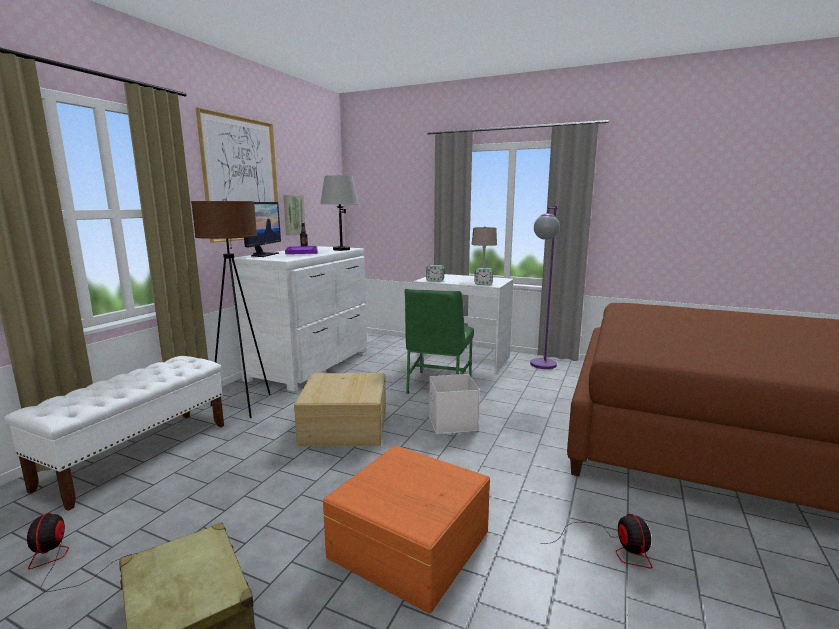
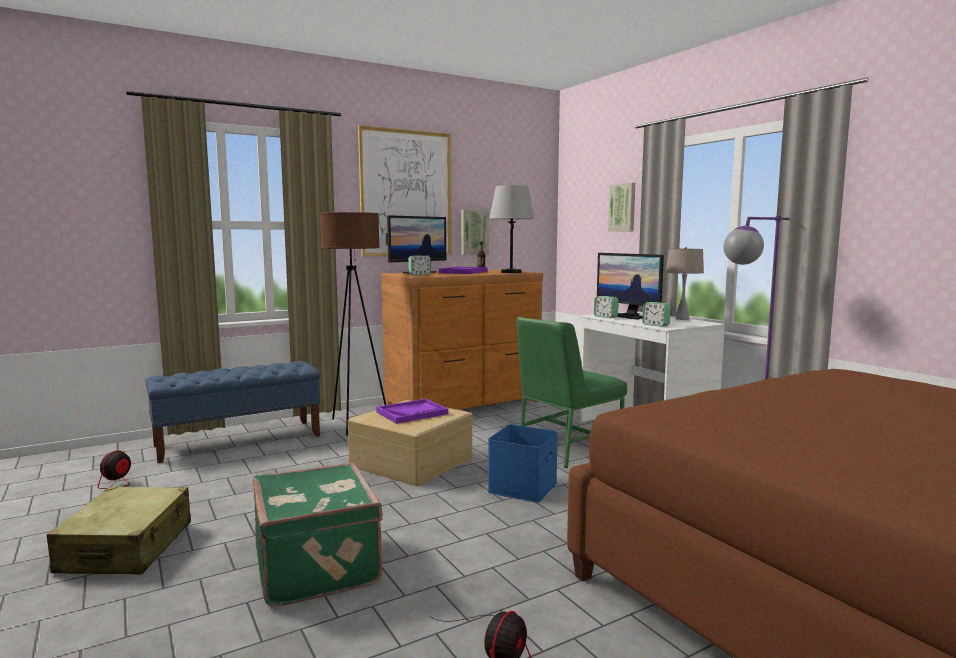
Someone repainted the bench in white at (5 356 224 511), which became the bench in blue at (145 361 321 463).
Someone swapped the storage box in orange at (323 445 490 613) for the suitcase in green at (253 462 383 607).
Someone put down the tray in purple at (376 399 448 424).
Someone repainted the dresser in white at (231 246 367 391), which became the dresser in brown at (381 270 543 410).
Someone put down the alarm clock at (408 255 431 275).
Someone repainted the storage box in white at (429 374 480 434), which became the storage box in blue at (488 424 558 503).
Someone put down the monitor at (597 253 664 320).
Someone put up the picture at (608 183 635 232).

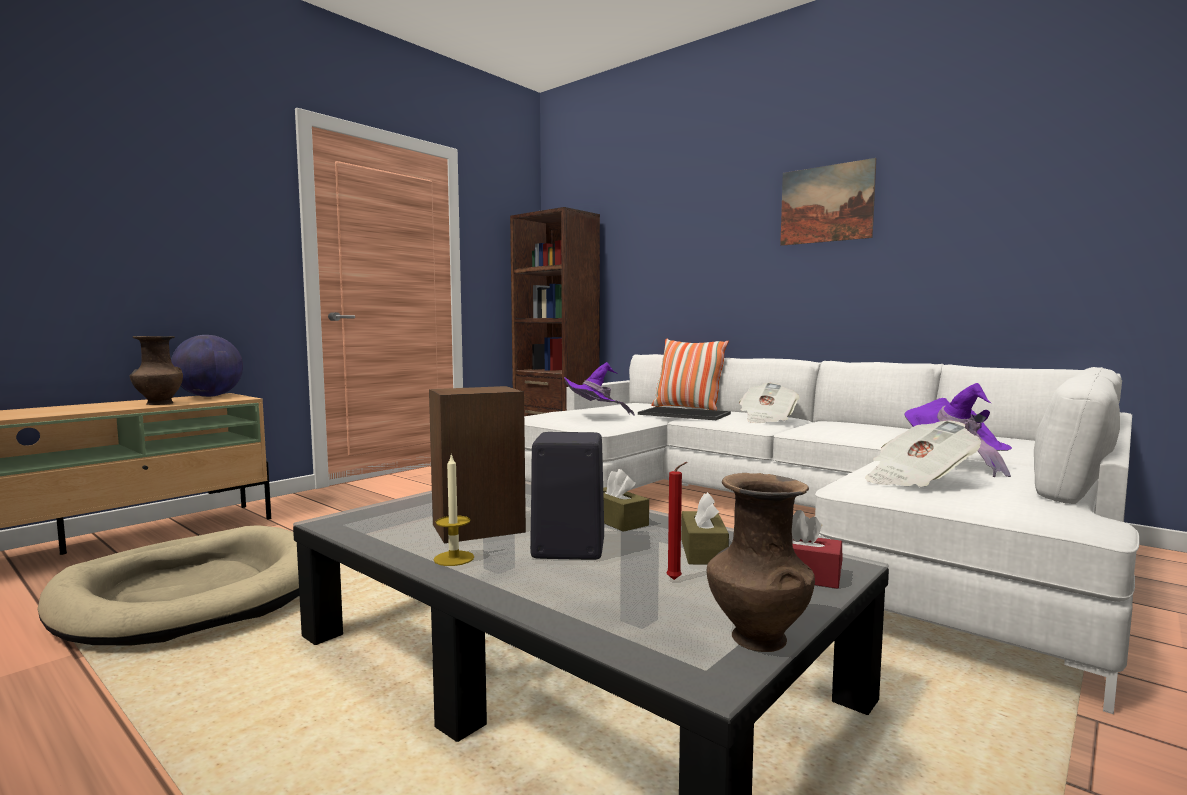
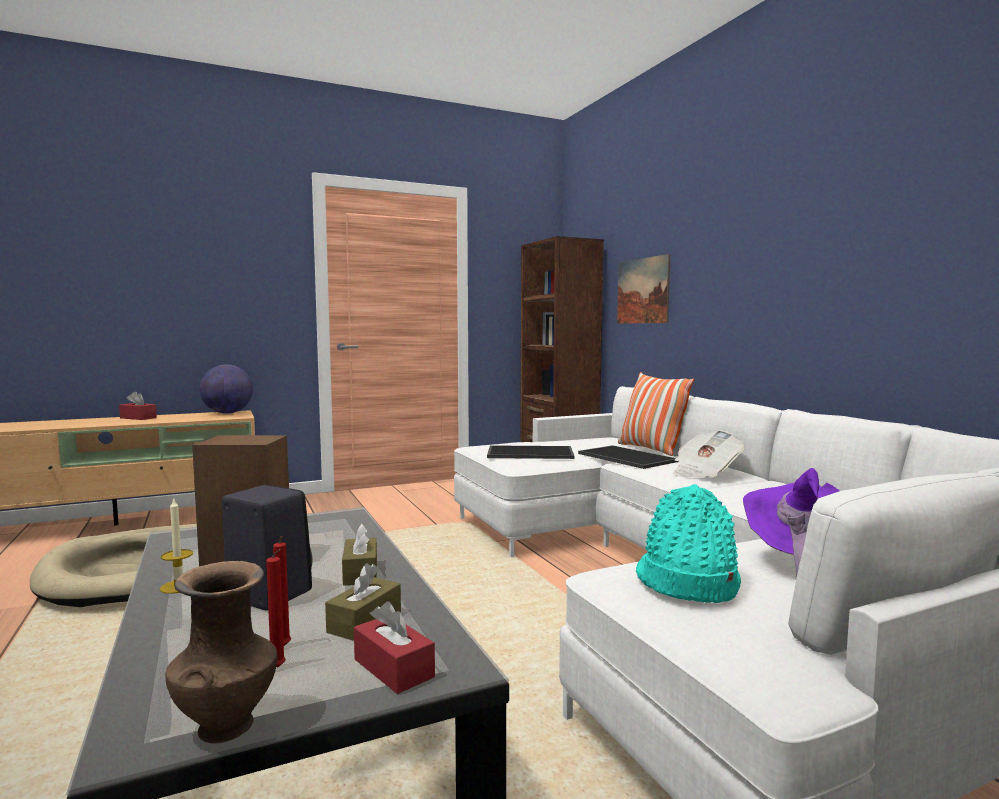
Someone put down the tissue box in red at (119 391 157 420).
Someone put down the candle in red at (266 549 286 667).
Someone swapped the hat in purple at (563 362 635 416) for the tray at (487 445 575 459).
Someone carried the picture from (780 158 876 246) to (617 254 670 324).
Someone swapped the newspaper at (865 421 981 487) for the hat in turquoise at (636 484 741 603).
Someone took away the vase in brown at (130 336 183 405).

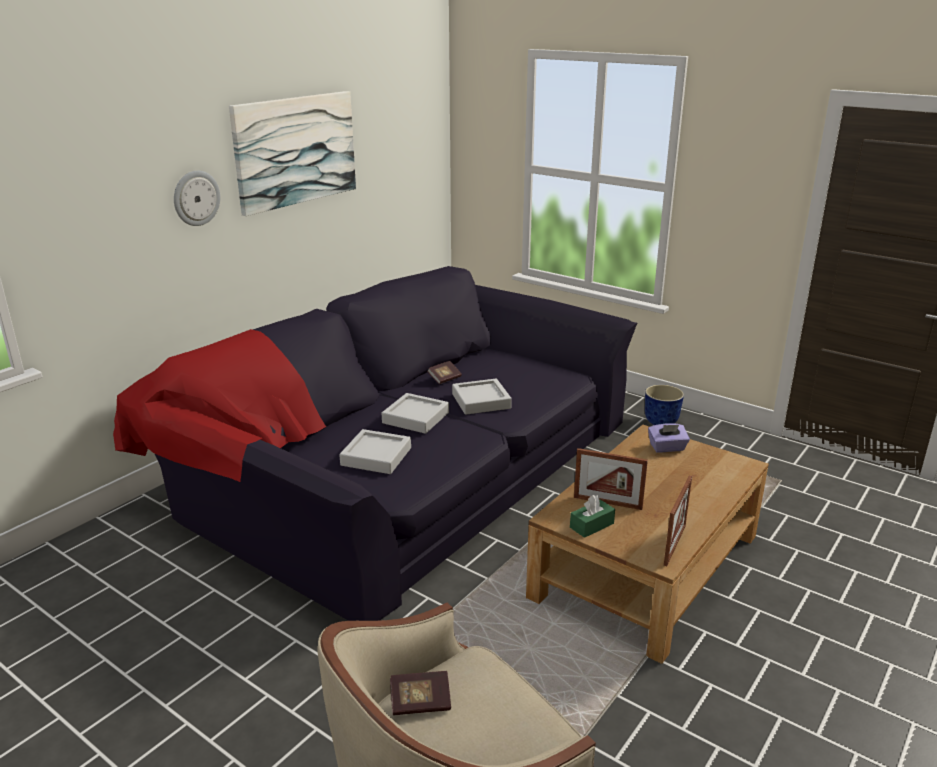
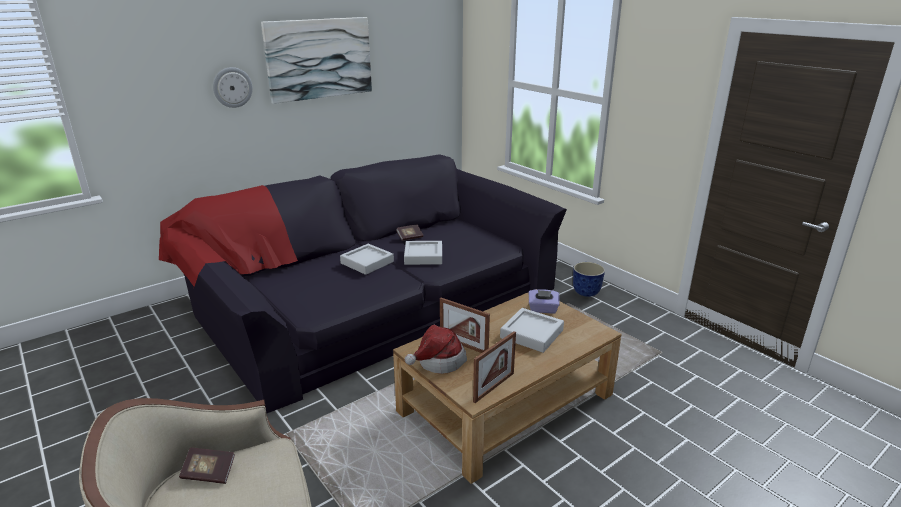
Someone swapped the tissue box in green at (570 495 615 538) for the hat at (405 325 467 374).
Someone carried the tray in grey from (340 429 411 474) to (500 308 564 353).

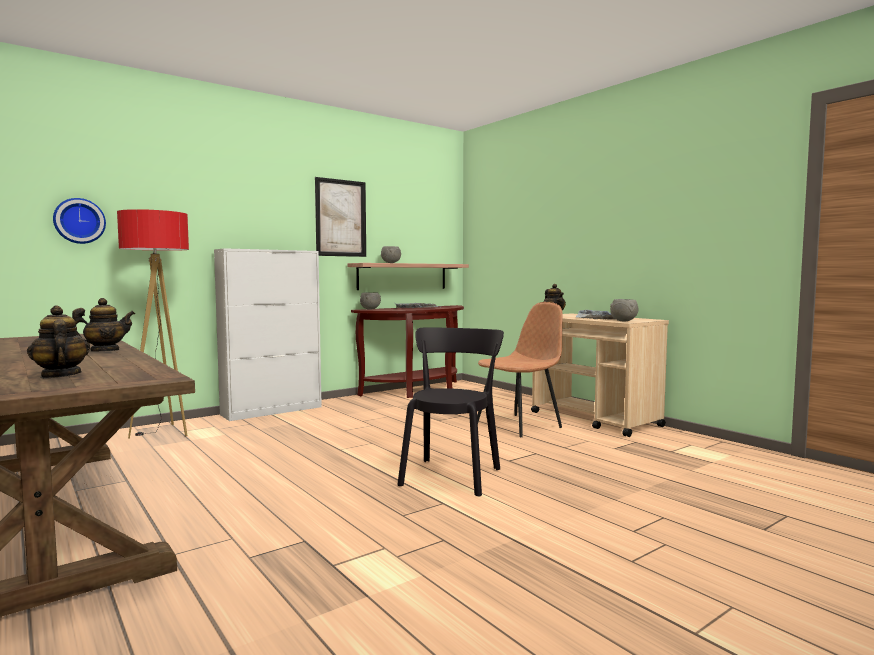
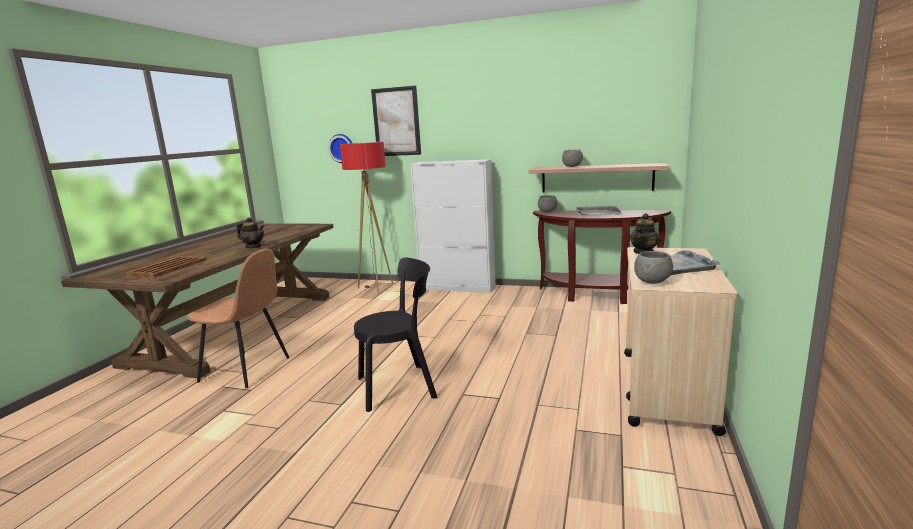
Someone swapped the teapot at (27 306 90 378) for the tray in brown at (126 256 207 278).
Someone carried the chair in brown from (477 302 563 437) to (187 249 289 388).
Someone carried the picture from (315 177 366 257) to (371 86 421 156).

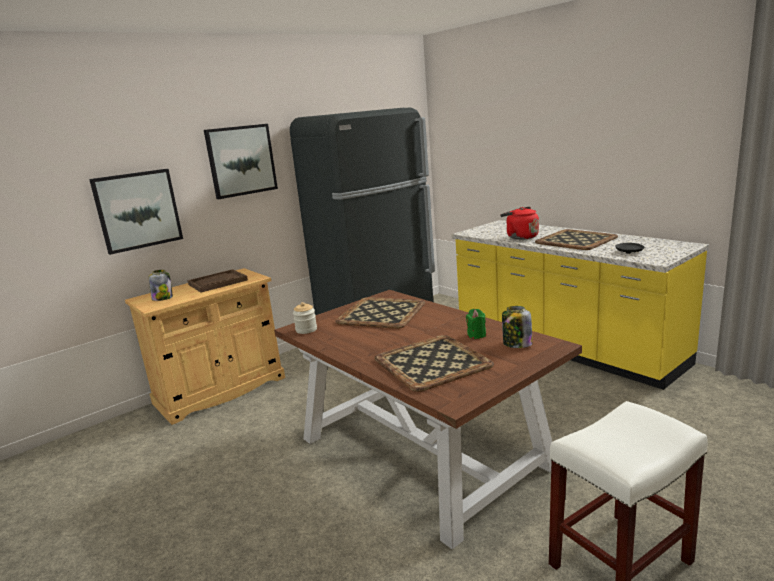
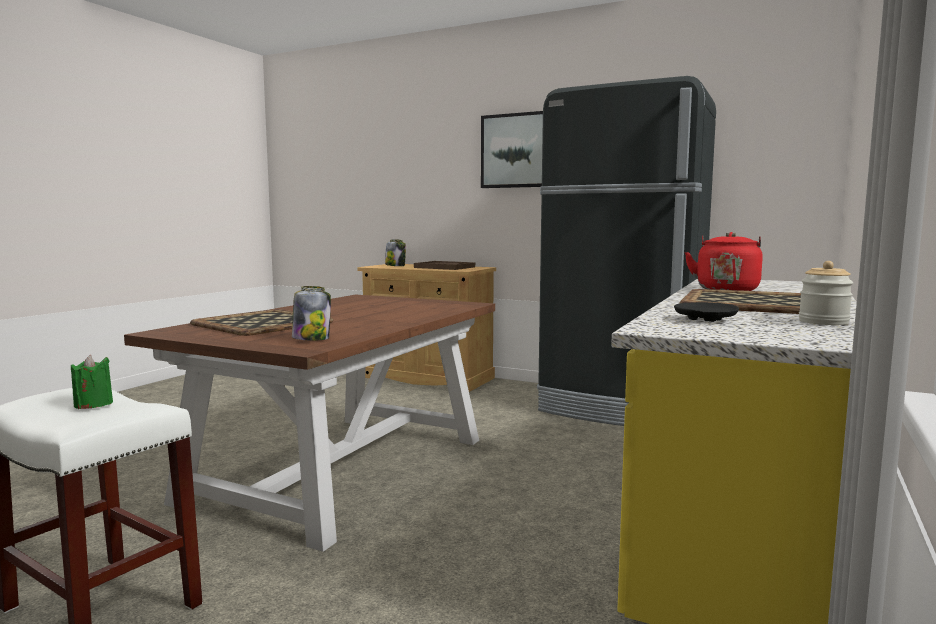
Someone carried the candle in green from (466 309 486 339) to (71 355 113 409).
Someone carried the jar from (293 302 317 334) to (799 261 853 325).
Someone took away the picture at (89 169 183 255).
Someone took away the tray at (335 297 425 329).

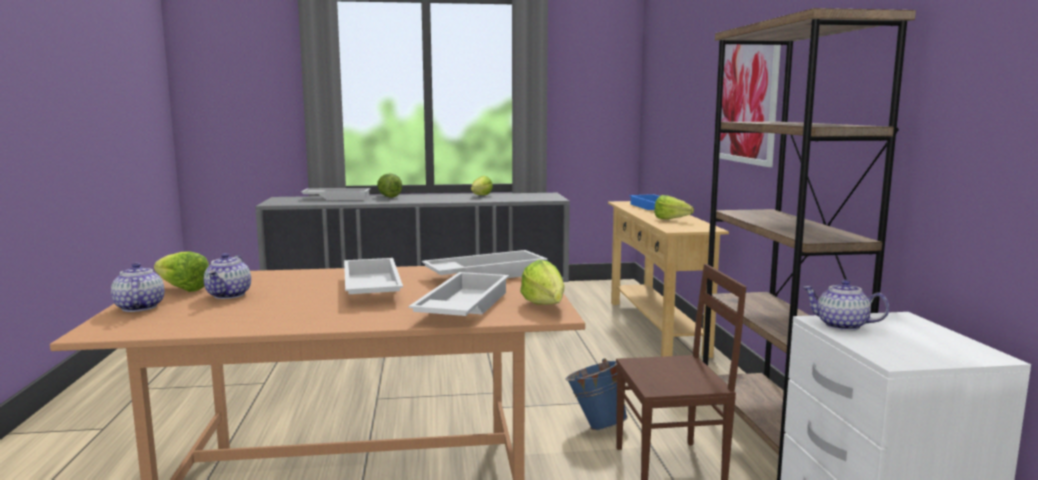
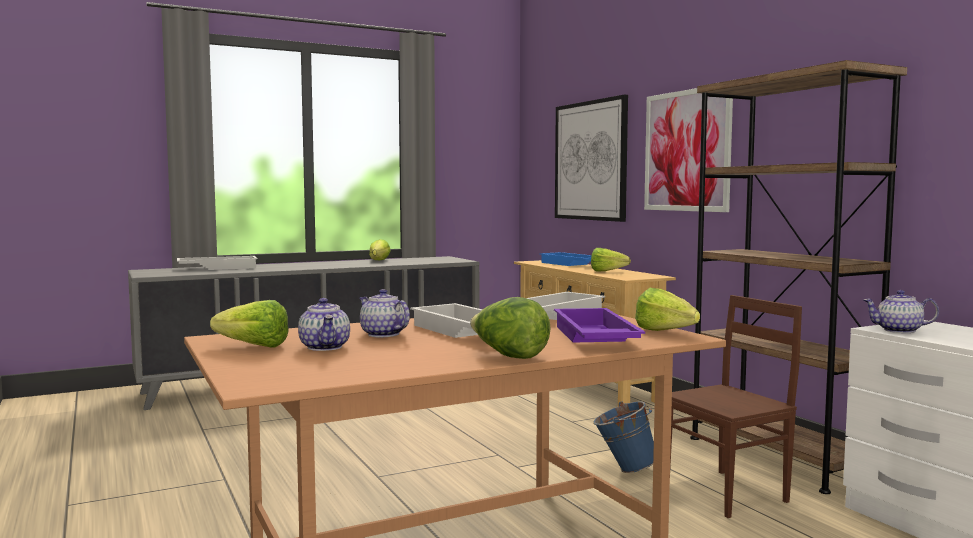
Someone carried the teapot from (111 263 164 312) to (359 289 410 337).
Someone carried the lettuce from (377 173 402 198) to (470 297 551 359).
Someone repainted the tray in white at (409 272 509 316), which became the tray in purple at (554 308 645 343).
Someone put up the picture at (555 95 628 222).

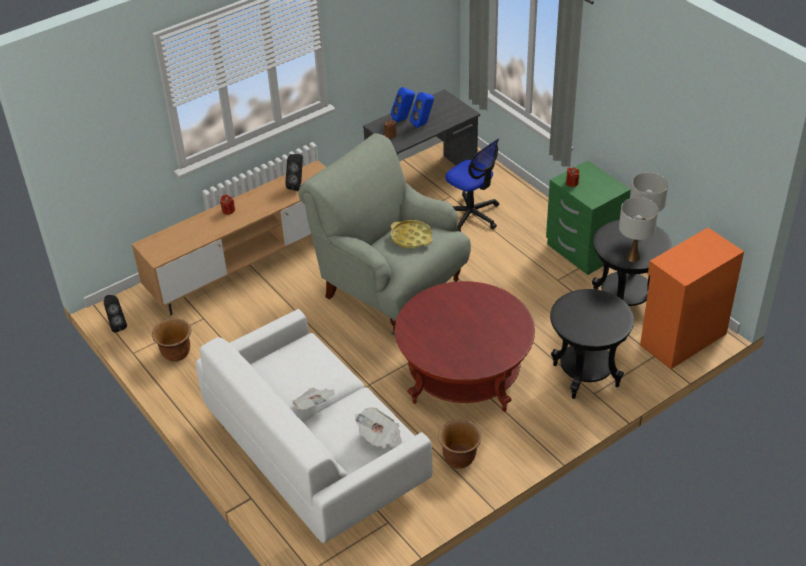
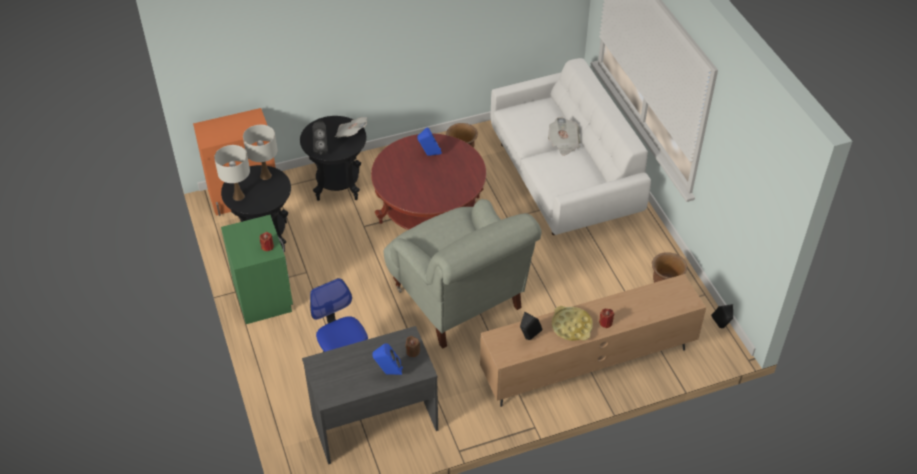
Someone put down the speaker in black at (313 120 328 155).
Someone carried the newspaper from (355 407 402 448) to (335 117 367 137).
Someone carried the speaker in blue from (410 92 434 128) to (418 128 442 156).
Someone carried the tray in yellow from (391 220 432 248) to (552 306 593 341).

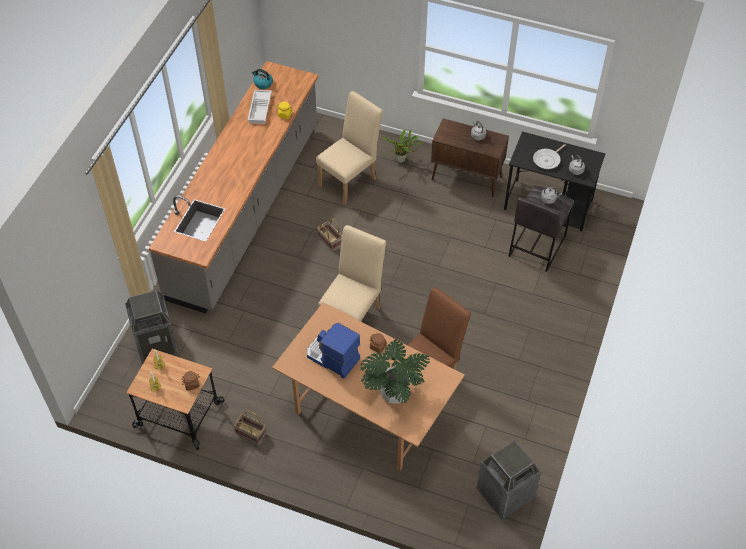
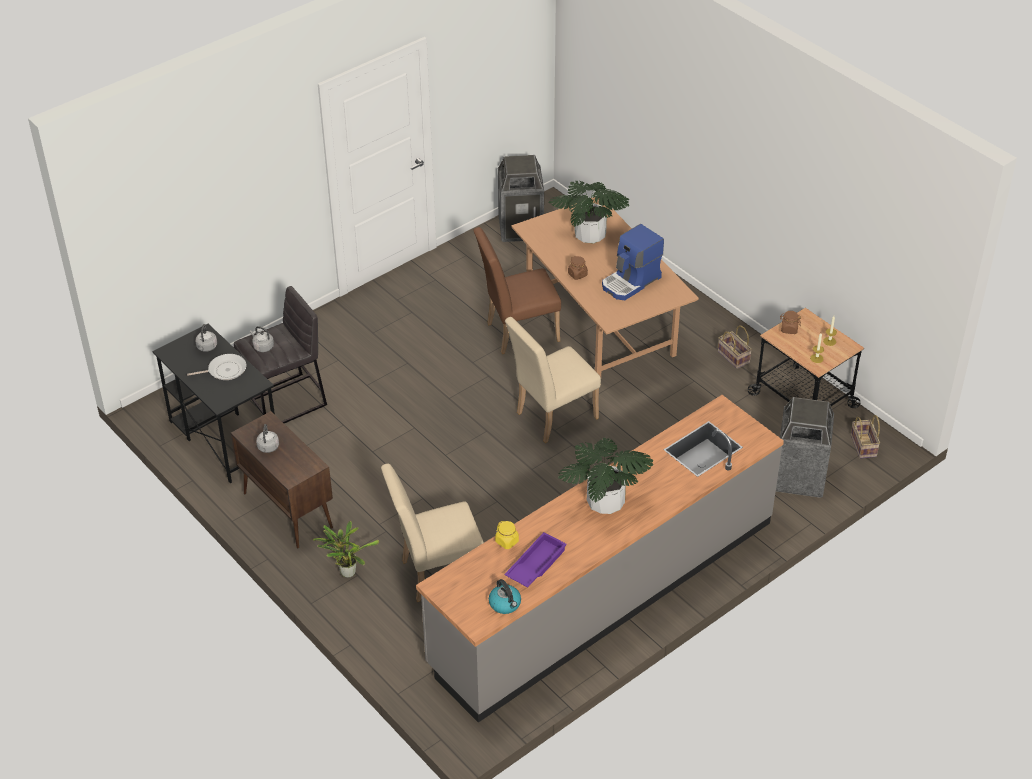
Someone repainted the tray in white at (248 89 272 124), which became the tray in purple at (504 532 567 588).
Someone put down the potted plant at (558 438 654 514).
Someone rotated the coffee machine at (307 323 360 378) by 75 degrees clockwise.
Someone carried the basket from (317 219 342 251) to (851 415 880 459).

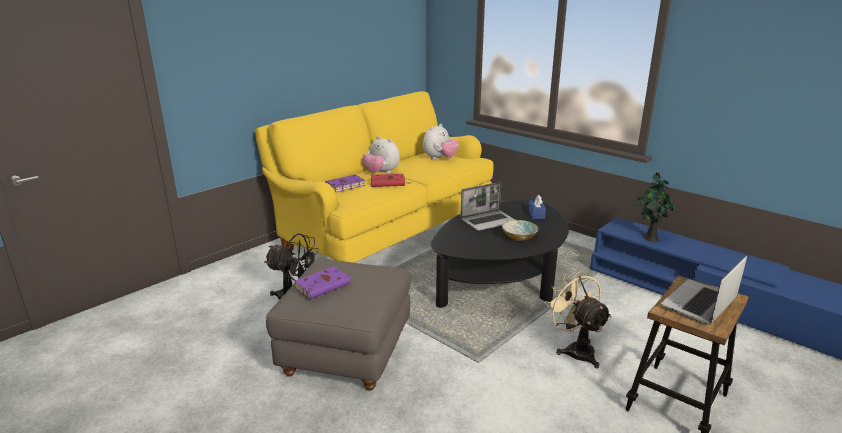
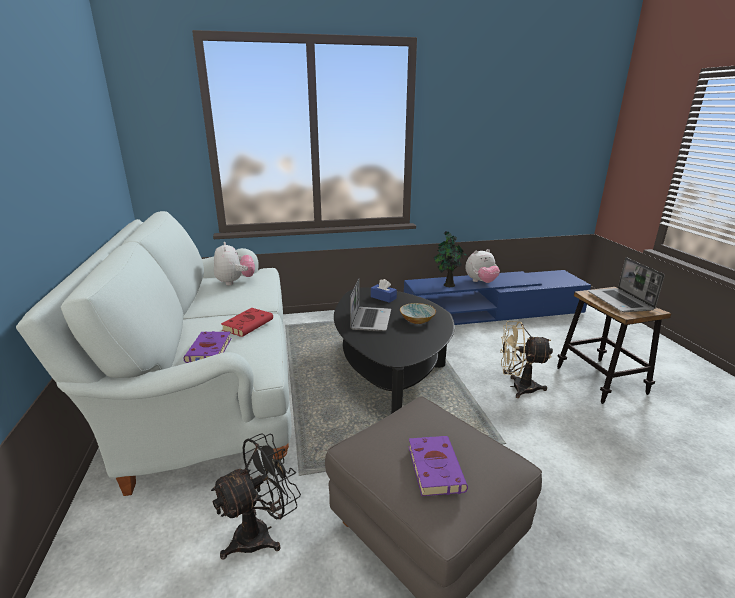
Someone repainted the sofa in yellow at (255 91 494 263), which became the sofa in white at (16 211 292 496).
Someone carried the plush toy from (362 136 400 174) to (465 249 500 283).

